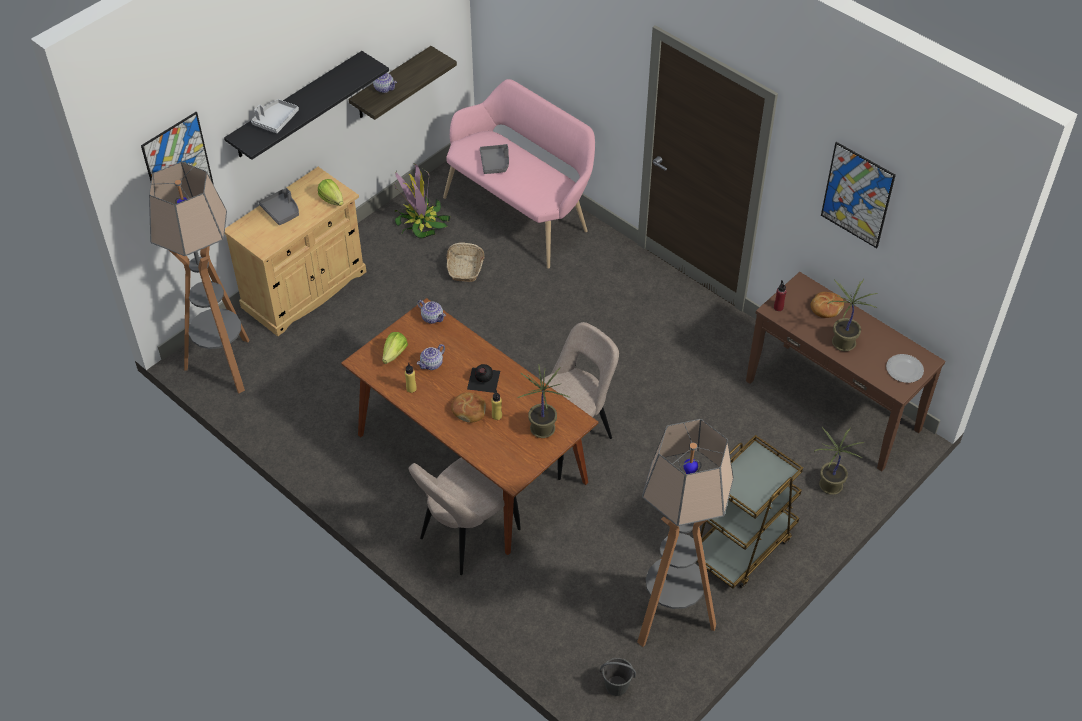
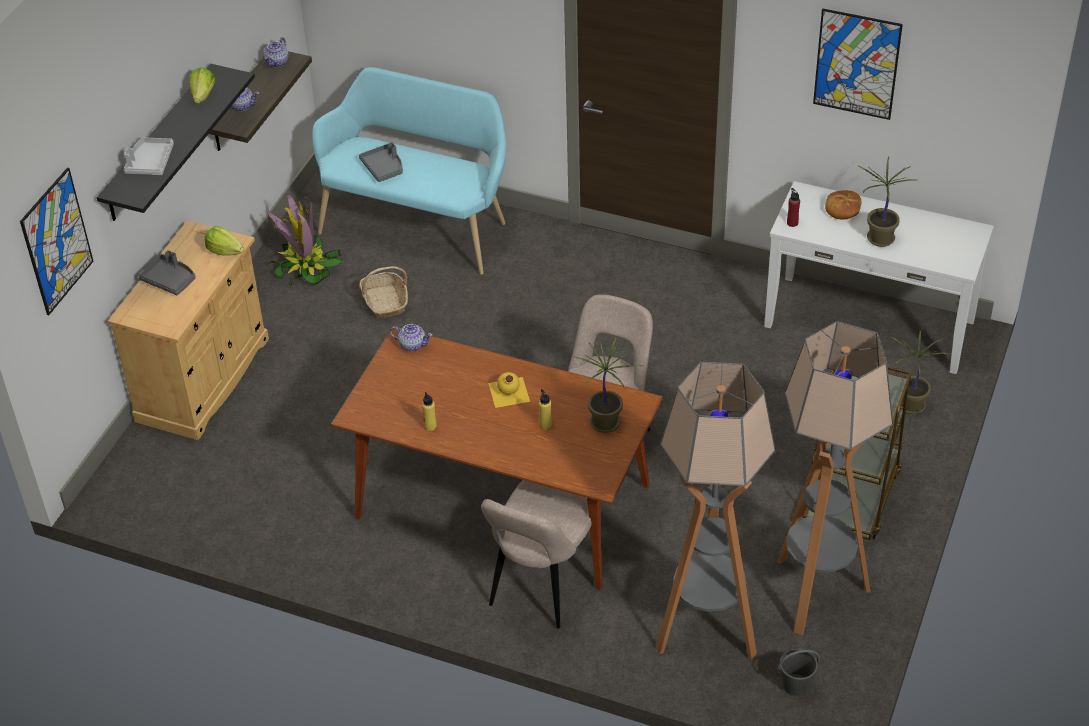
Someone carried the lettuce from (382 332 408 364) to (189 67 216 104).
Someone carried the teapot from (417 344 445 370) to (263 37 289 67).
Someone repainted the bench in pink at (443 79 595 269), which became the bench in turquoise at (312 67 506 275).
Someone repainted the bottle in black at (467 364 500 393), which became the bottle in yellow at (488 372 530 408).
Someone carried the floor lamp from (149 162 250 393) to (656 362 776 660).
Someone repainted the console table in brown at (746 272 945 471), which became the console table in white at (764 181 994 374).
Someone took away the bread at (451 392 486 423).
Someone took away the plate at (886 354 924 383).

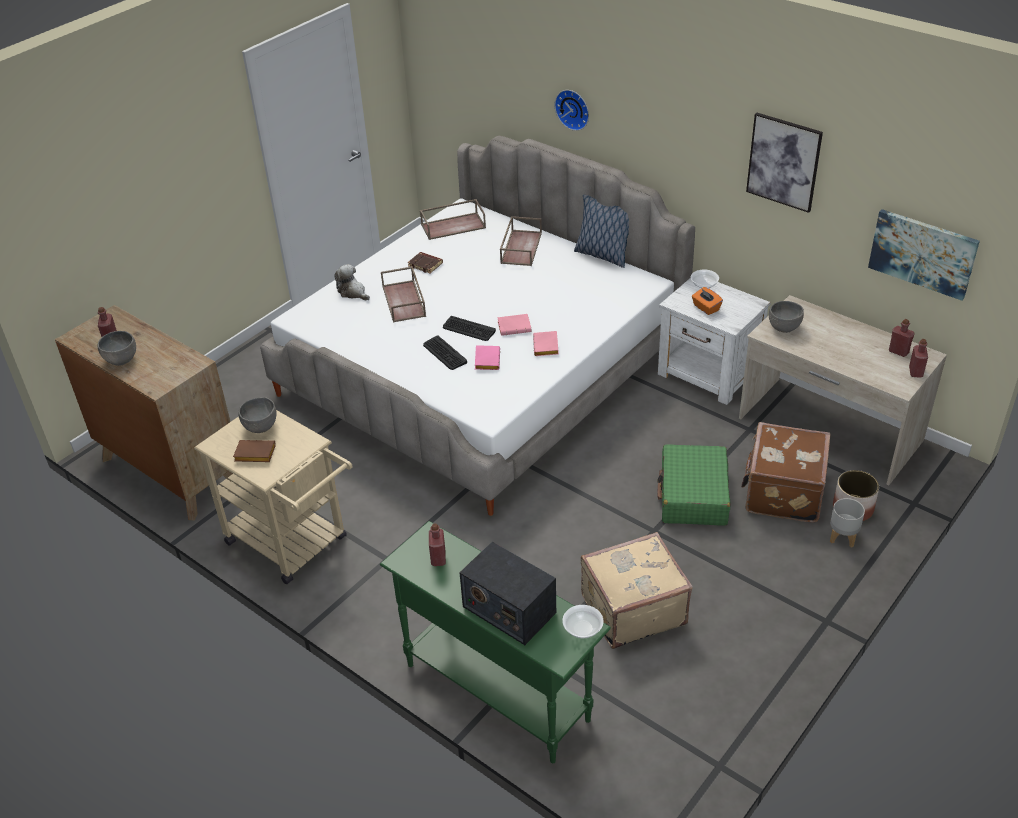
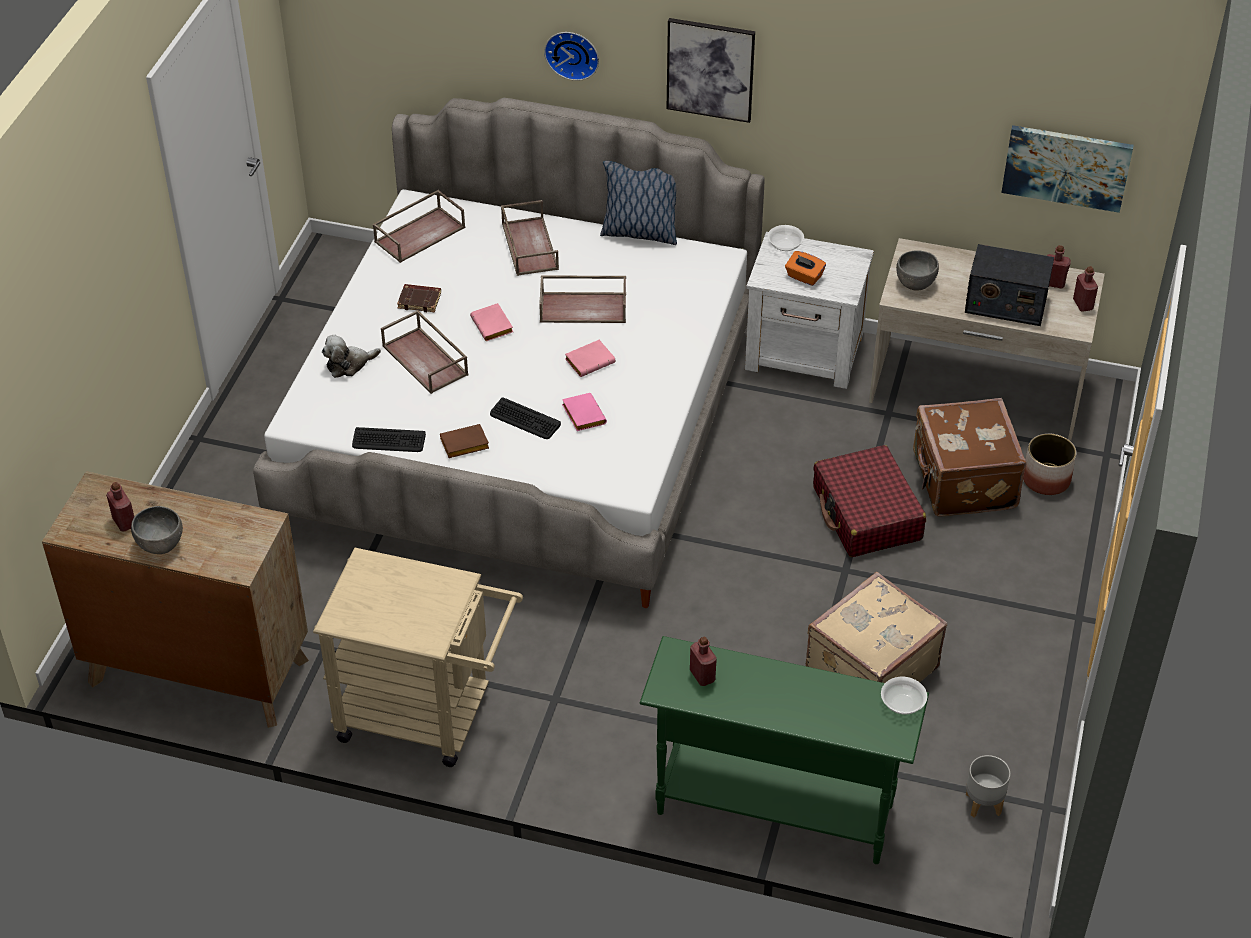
Someone rotated the plush toy at (334 264 370 300) by 45 degrees counterclockwise.
Someone carried the keyboard from (443 316 496 341) to (352 427 426 452).
Someone carried the book in brown from (233 440 276 462) to (440 424 489 458).
Someone carried the book in pink from (533 331 559 356) to (470 303 513 341).
Someone put down the tray in brown at (539 275 626 323).
Someone carried the picture from (746 113 823 213) to (667 18 755 123).
Someone repainted the suitcase in green at (657 444 730 526), which became the suitcase in red at (813 445 926 557).
Someone carried the radio from (459 542 556 645) to (965 244 1054 326).
Someone carried the planter in grey from (830 498 865 548) to (966 755 1010 817).
Someone took away the bowl in grey at (238 397 277 433).

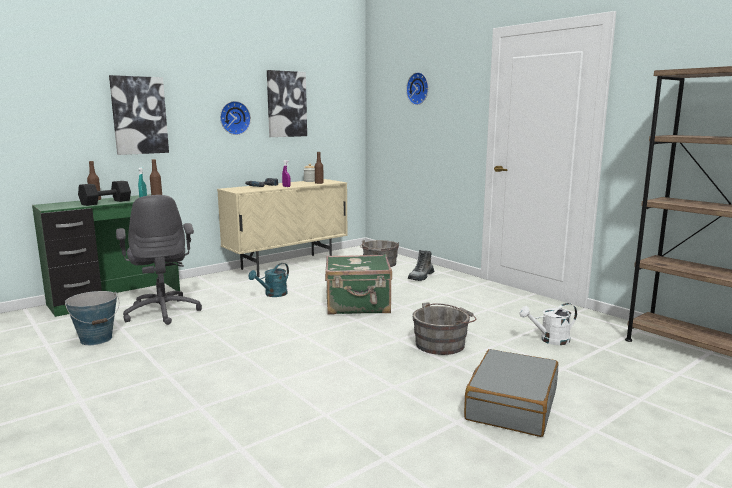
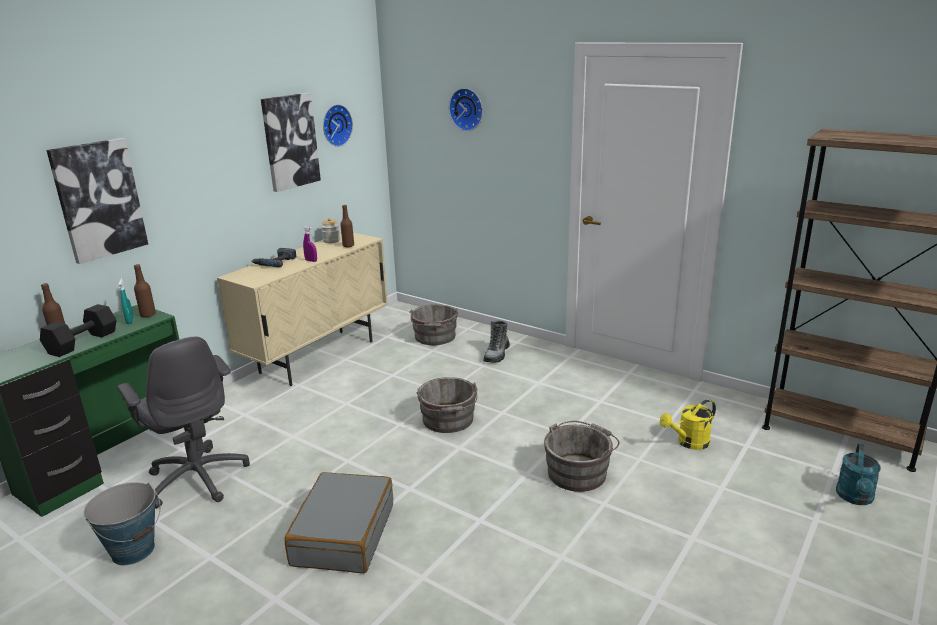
Someone carried the suitcase in grey from (464 349 558 437) to (285 472 393 573).
Someone carried the wall clock from (220 101 251 135) to (323 104 353 147).
Someone swapped the suitcase in green at (325 254 392 315) for the bucket in grey at (416 377 478 433).
Someone repainted the watering can in white at (519 303 577 345), which became the watering can in yellow at (660 399 716 450).
Someone carried the watering can in turquoise from (248 263 289 297) to (836 443 881 505).

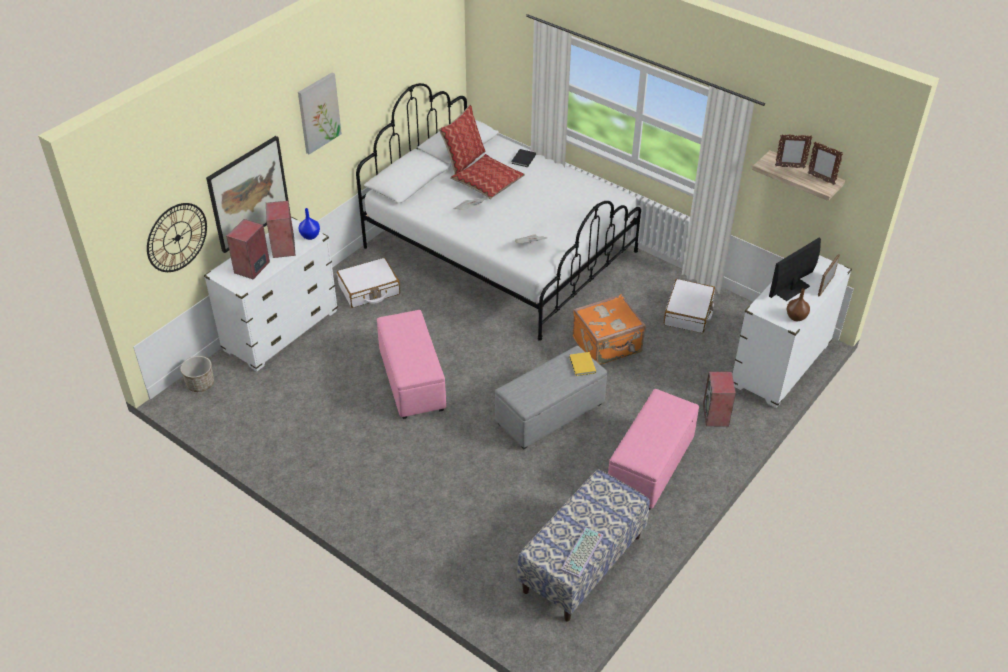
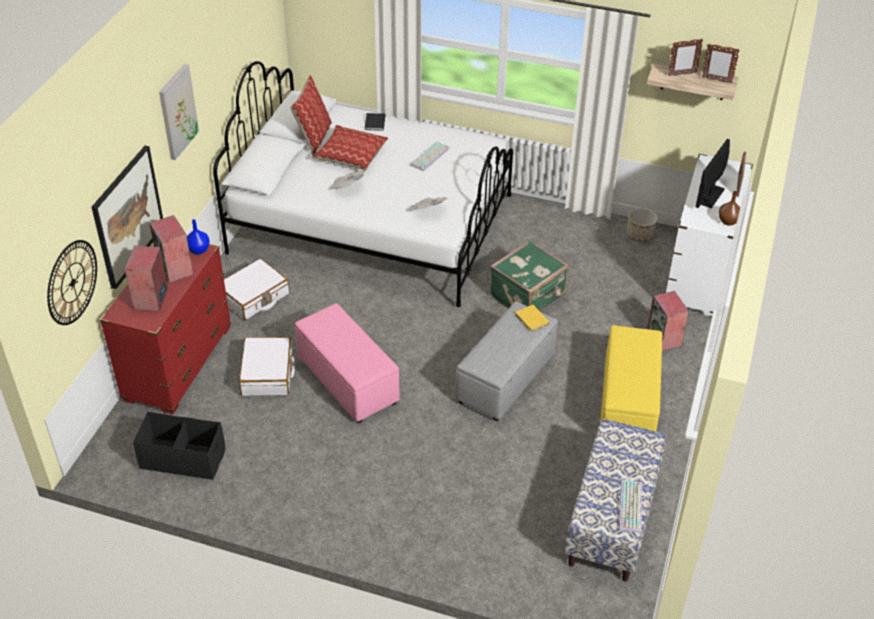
Someone repainted the dresser in white at (204 217 338 372), which became the dresser in red at (100 244 231 414).
Someone put down the storage box in black at (133 412 225 480).
Someone carried the suitcase in white from (664 279 715 333) to (239 337 295 396).
Someone put down the keyboard at (410 141 450 171).
Someone repainted the suitcase in orange at (573 294 646 365), which became the suitcase in green at (489 240 569 311).
Someone repainted the ottoman in pink at (608 389 699 510), which became the ottoman in yellow at (600 325 662 431).
Someone carried the planter from (181 356 214 392) to (627 208 658 242).

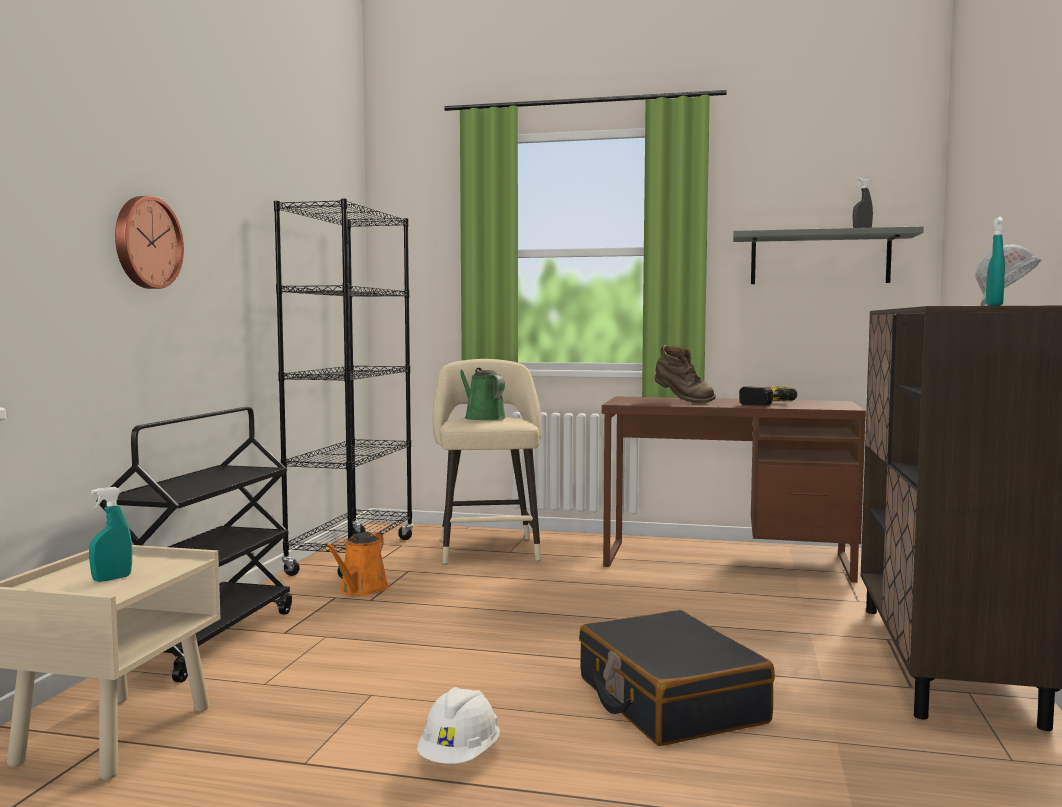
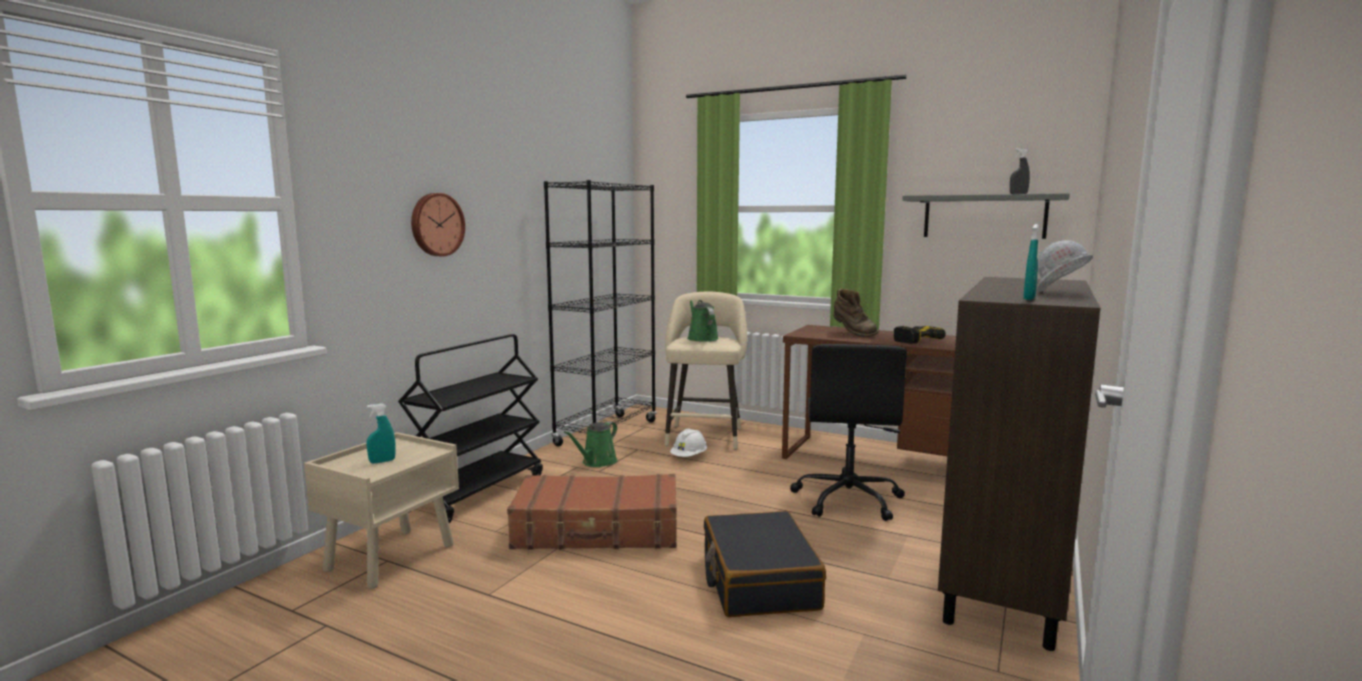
Someone put down the suitcase in brown at (507 474 677 550).
Someone repainted the watering can in orange at (325 532 389 596), which became the watering can in green at (564 421 617 467).
Someone carried the hard hat in white from (417 687 500 764) to (670 428 707 457).
Someone put down the office chair in black at (790 344 907 521).

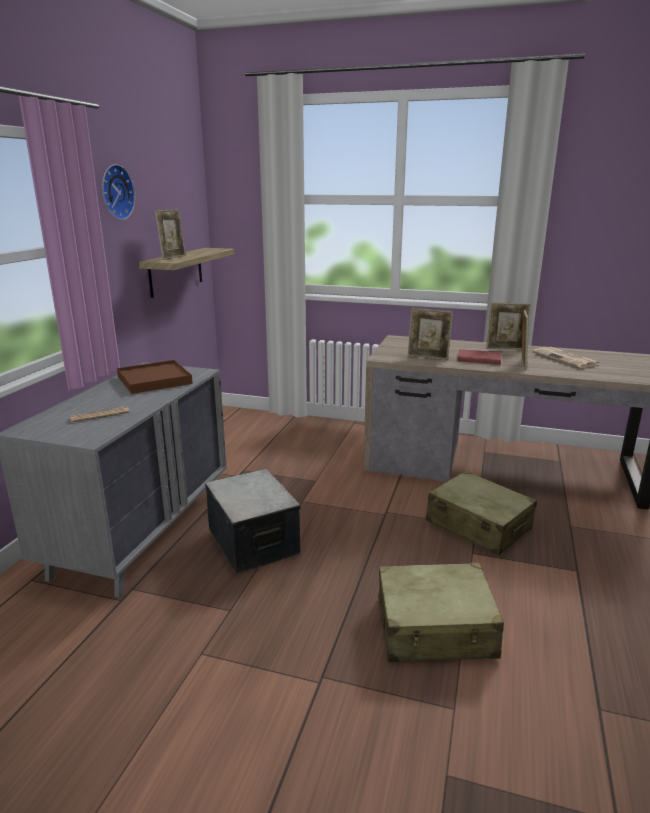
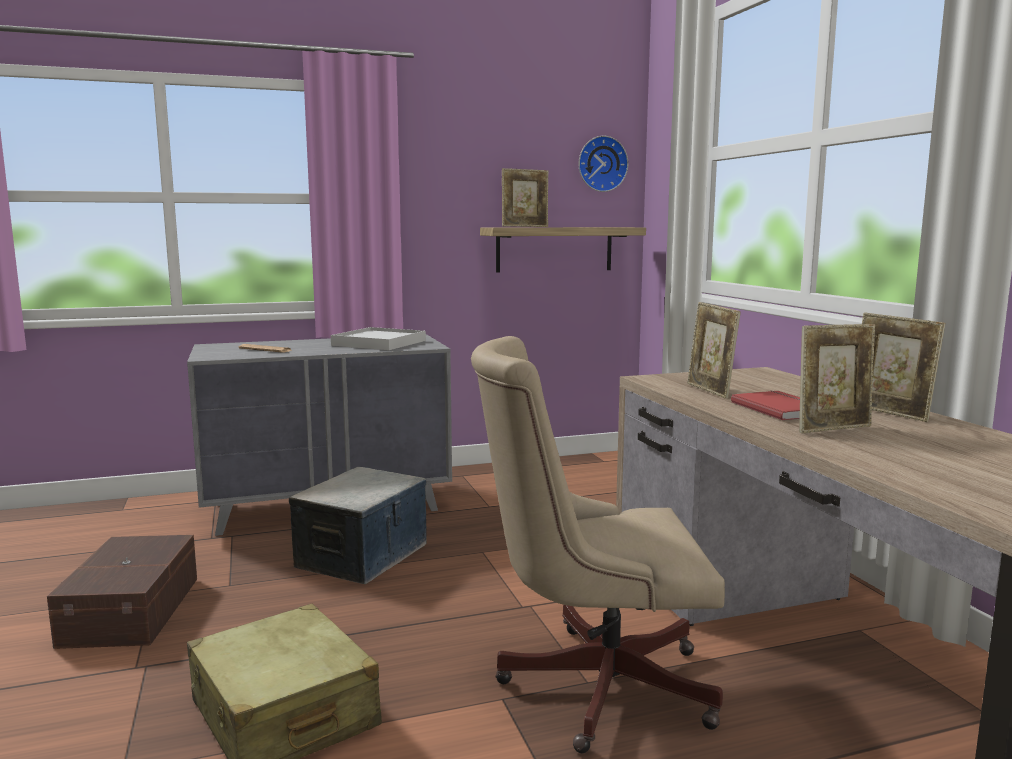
Someone put down the storage box in brown at (47 535 197 649).
Someone repainted the tray in brown at (117 360 193 394), which became the tray in white at (331 327 426 350).
Someone swapped the suitcase in beige at (426 471 537 556) for the office chair in beige at (471 336 725 753).
Someone carried the wall clock from (102 164 135 220) to (579 136 628 192).
Someone took away the newspaper at (532 347 601 368).

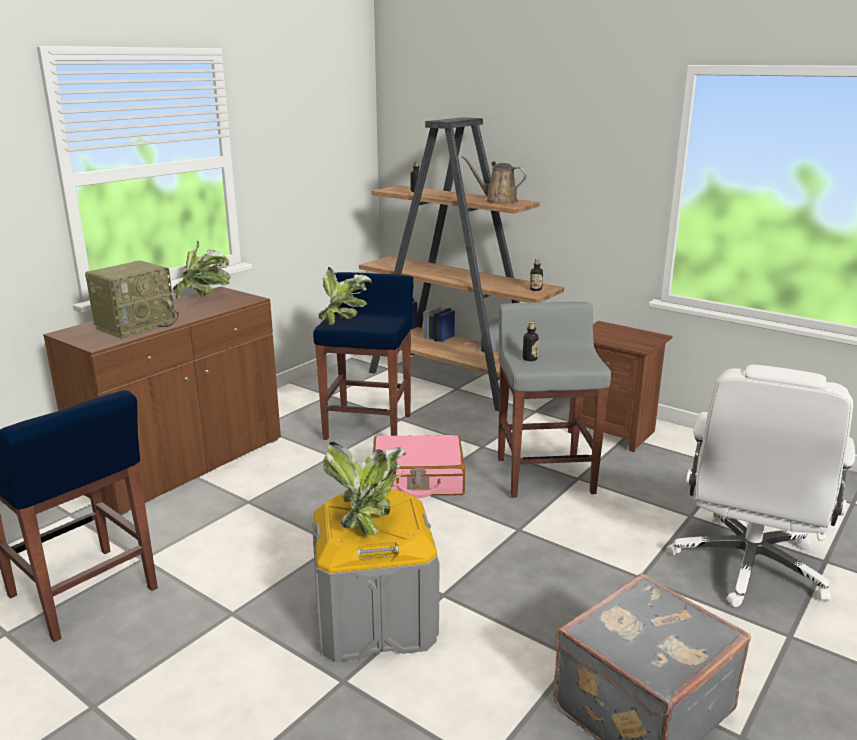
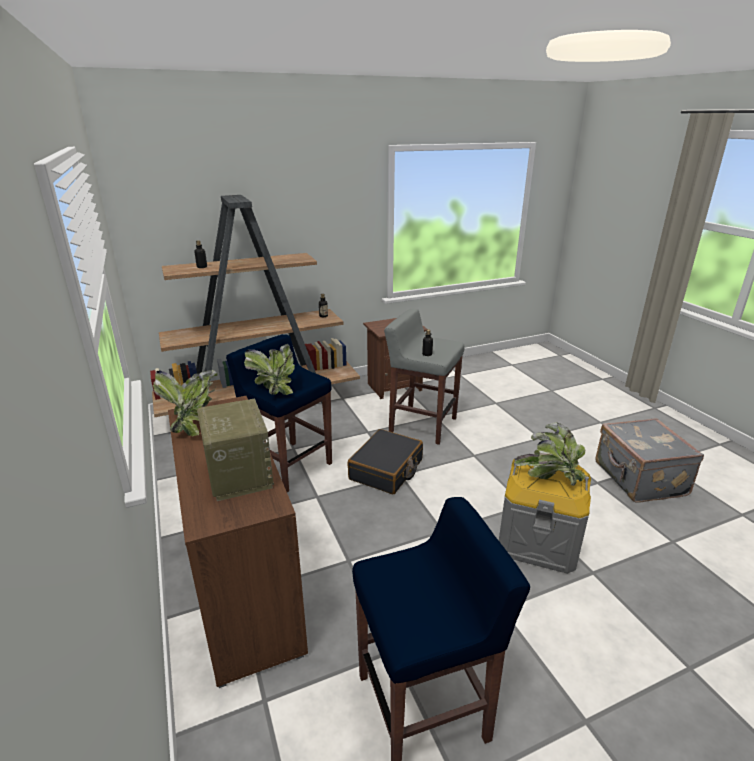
Someone repainted the suitcase in pink at (373 435 465 498), which became the suitcase in black at (348 429 423 495).
Someone took away the watering can in brown at (462 156 527 204).
Someone took away the office chair in white at (667 365 855 607).

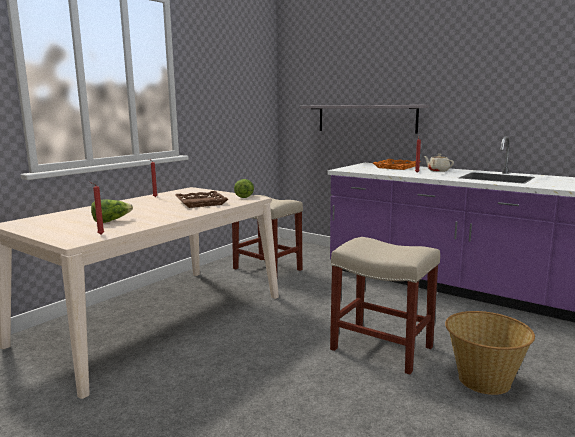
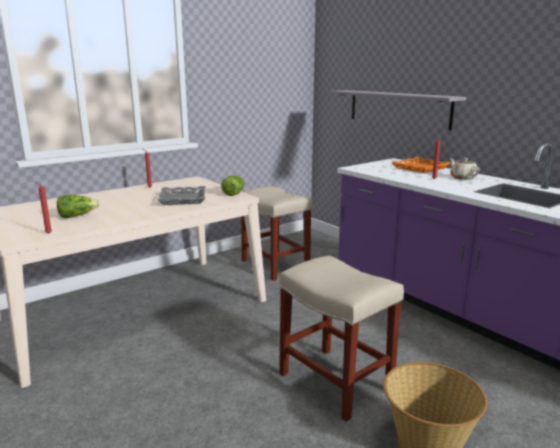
Someone repainted the tray in brown at (175 191 228 208), which became the tray in grey at (158 186 205 205).

